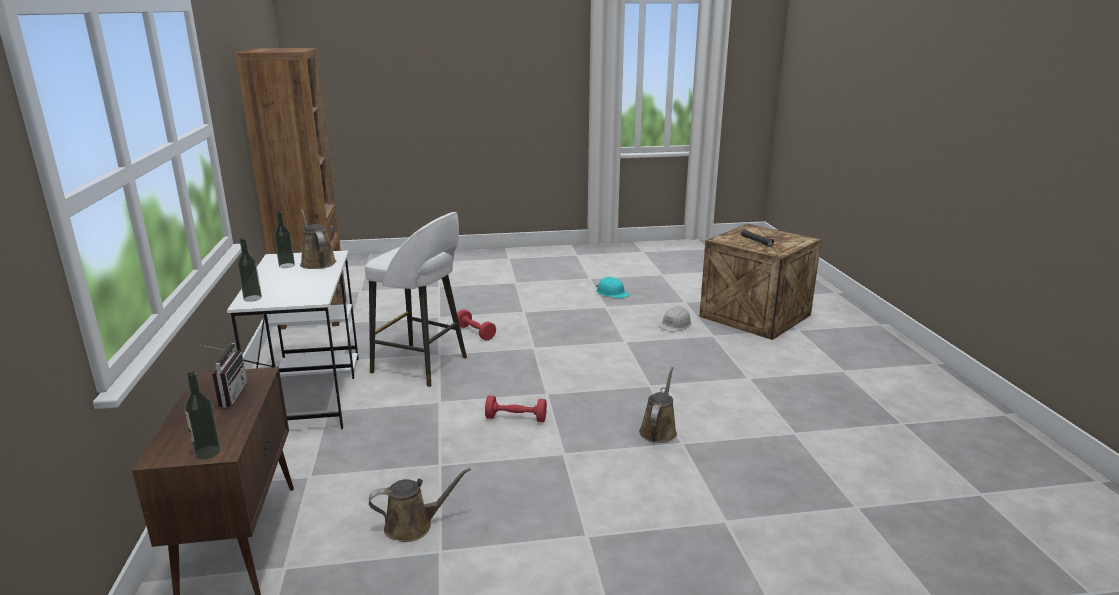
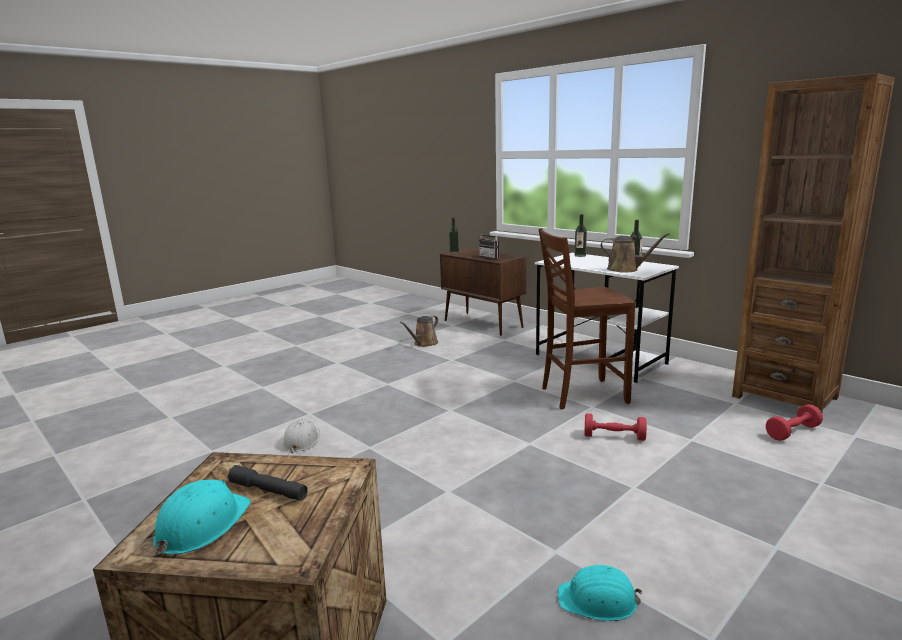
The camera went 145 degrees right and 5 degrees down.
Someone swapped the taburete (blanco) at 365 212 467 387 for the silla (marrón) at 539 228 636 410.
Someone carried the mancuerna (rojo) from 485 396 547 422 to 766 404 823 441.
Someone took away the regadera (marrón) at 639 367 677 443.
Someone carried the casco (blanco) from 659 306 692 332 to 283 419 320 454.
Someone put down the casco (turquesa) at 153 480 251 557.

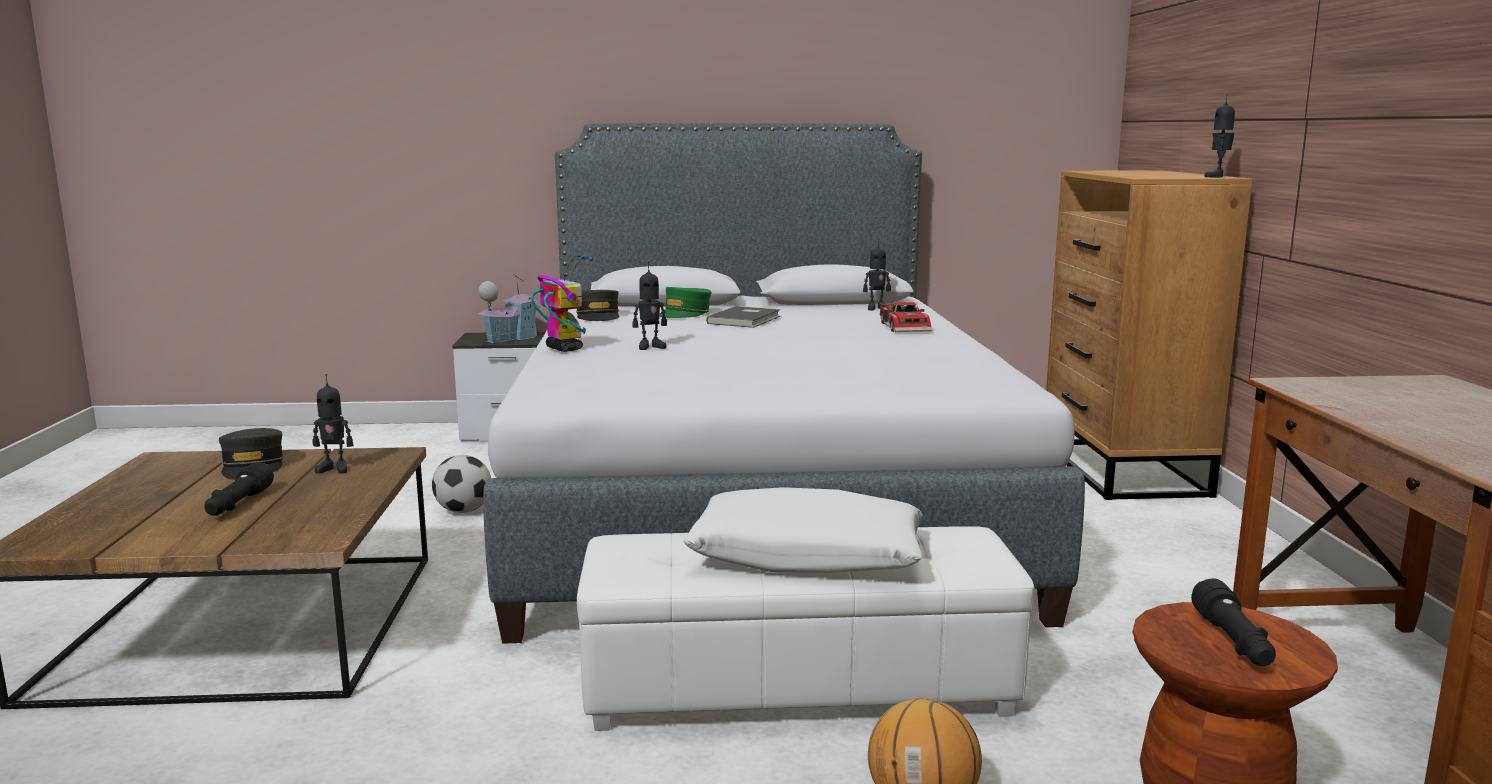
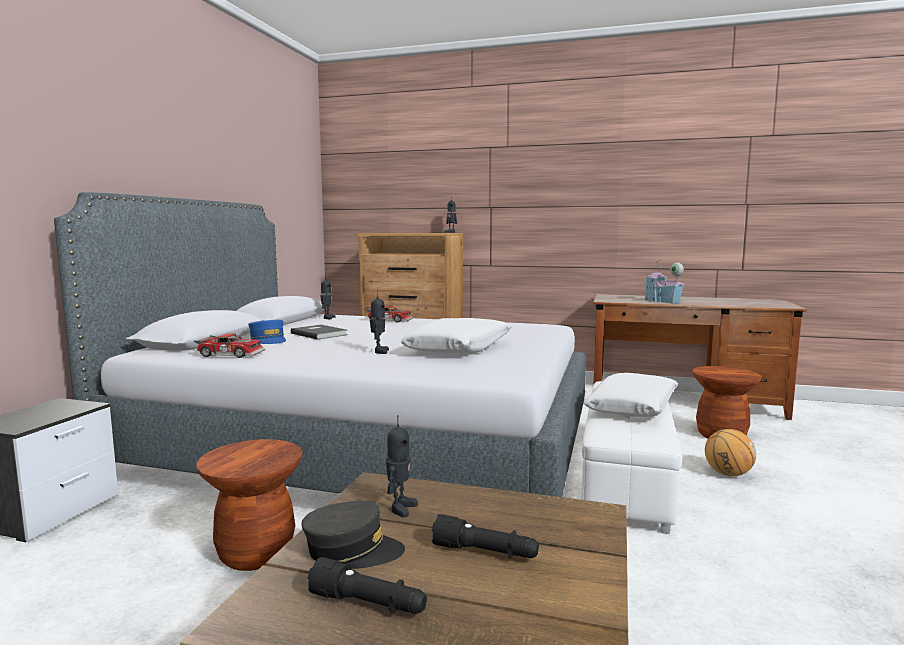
The camera went 70 degrees left and 5 degrees down.
Someone swapped the balón de fútbol at 432 455 491 513 for the taburete (marrón) at 196 439 303 571.
Someone carried the casita from 478 274 540 343 to 644 259 686 304.
Someone took away the robot de juguete at 531 255 593 352.
Someone swapped the gorra (gris) at 576 290 620 321 for the coche de juguete at 194 333 265 358.
Someone repainted the gorra (verde) at 659 287 711 318, which became the gorra (azul) at 248 320 286 344.
Someone carried the linterna (negro) from 1191 578 1276 666 to 308 557 427 614.
Someone put down the cojín (blanco) at 400 318 512 353.

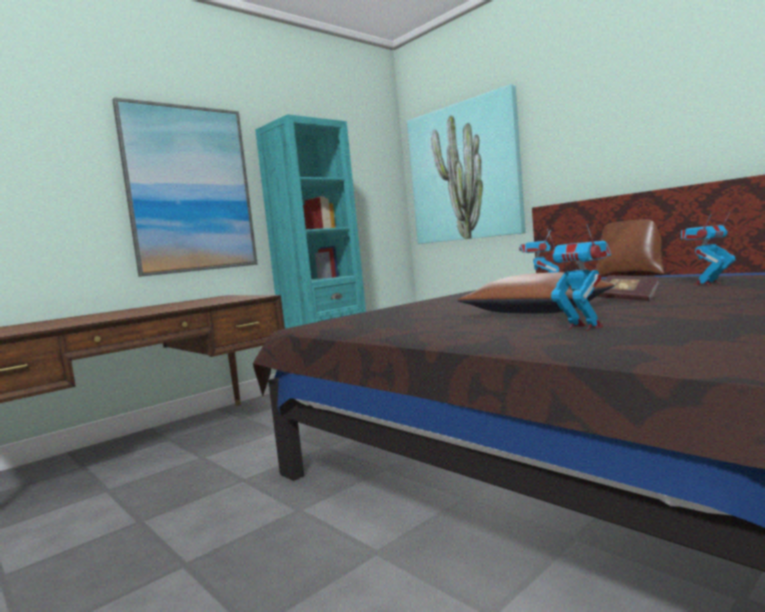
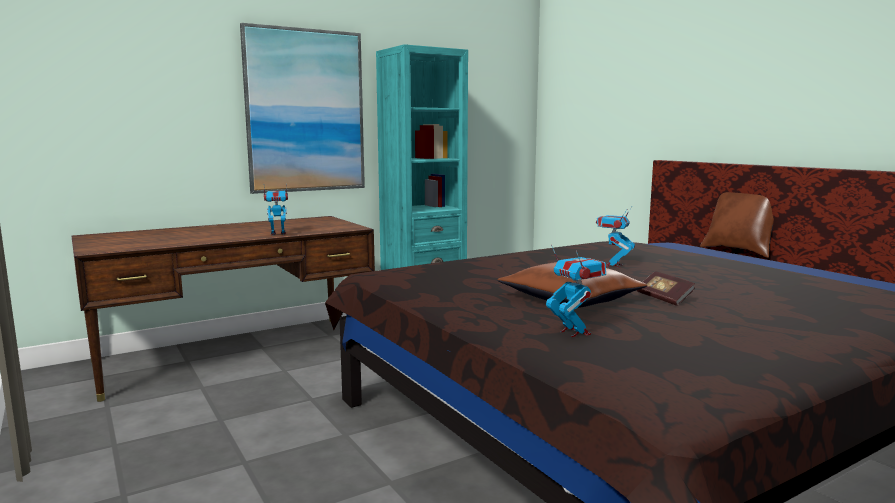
The camera went 10 degrees right and 5 degrees up.
Someone took away the cuadro at 407 84 526 244.
Someone carried the robot de juguete from 681 212 735 285 to 264 186 288 235.

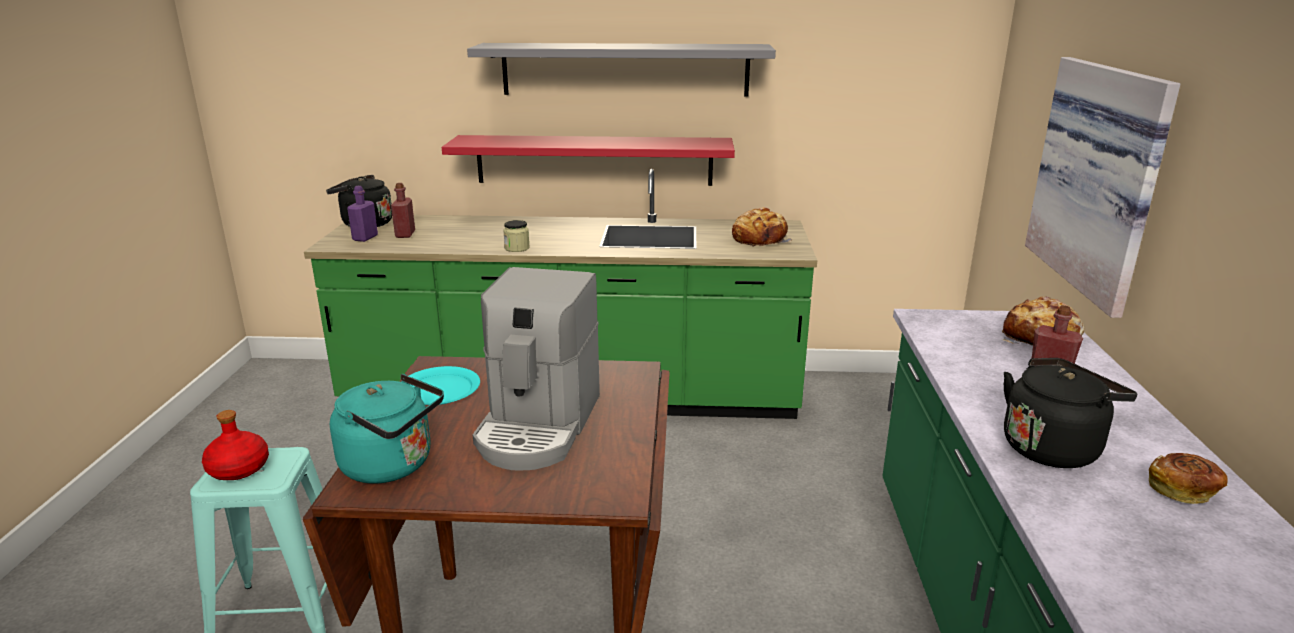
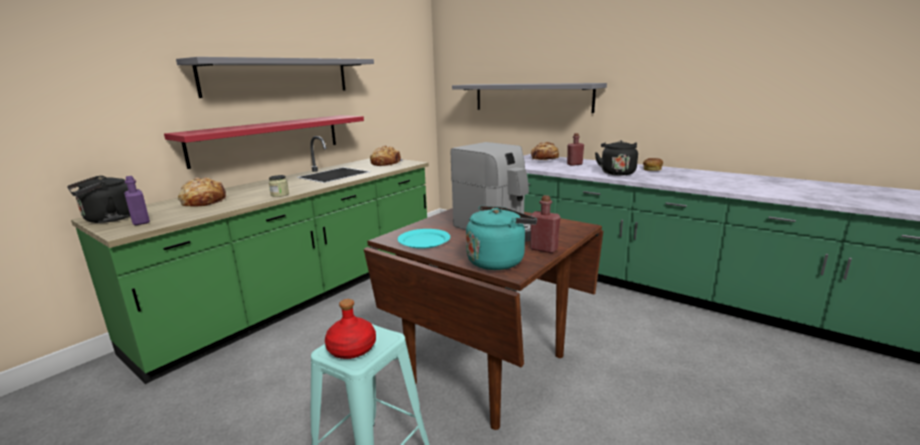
The camera went 55 degrees left and 5 degrees down.
Someone carried the botella (rojo) from 391 183 415 238 to 530 195 561 253.
Someone swapped the cuadro at 1025 57 1180 318 for the estante (gris) at 452 83 607 113.
Someone put down the pan at 178 177 227 207.

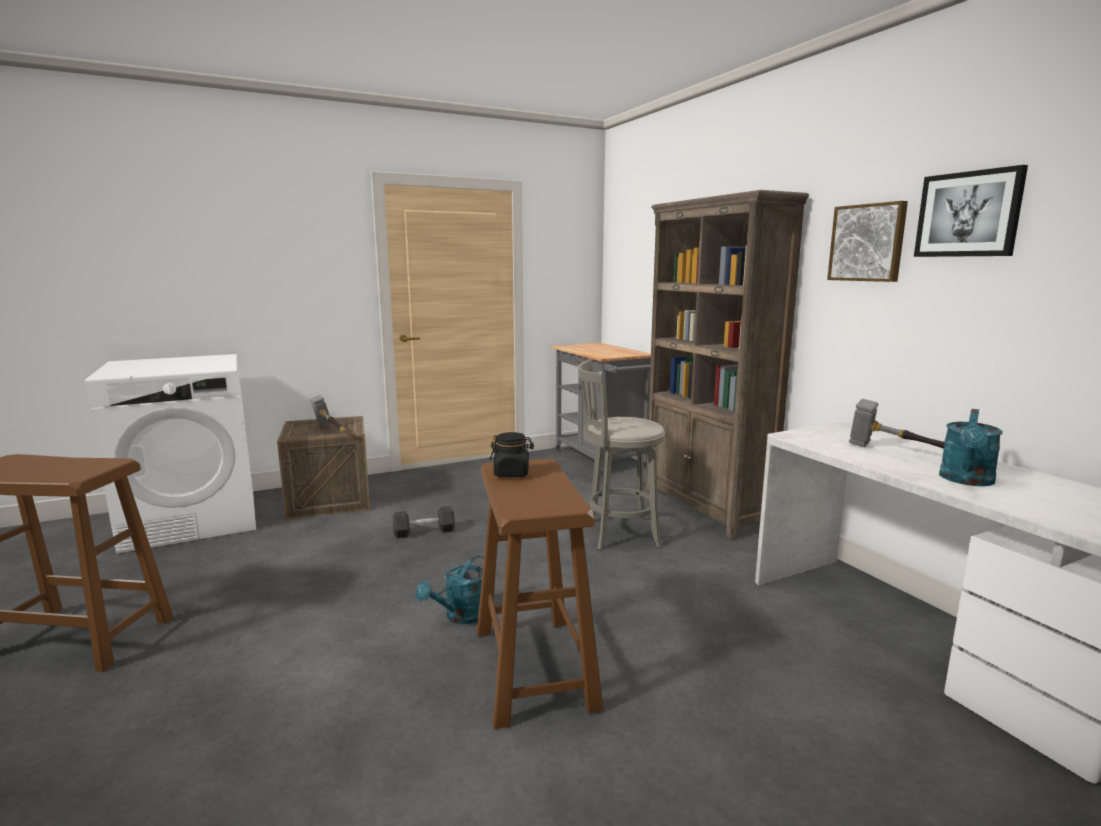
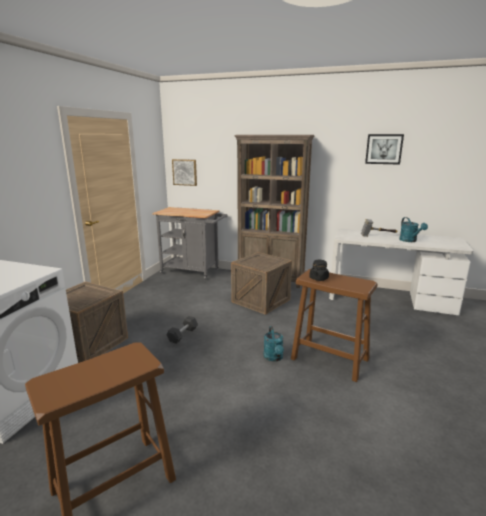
The camera went 45 degrees left and 5 degrees up.
Someone took away the martillo at 310 395 346 432.
Someone swapped the taburete (gris) at 578 359 665 550 for the caja de embalaje at 231 252 292 315.
Someone carried the cuadro from 827 201 908 282 to 172 159 197 186.

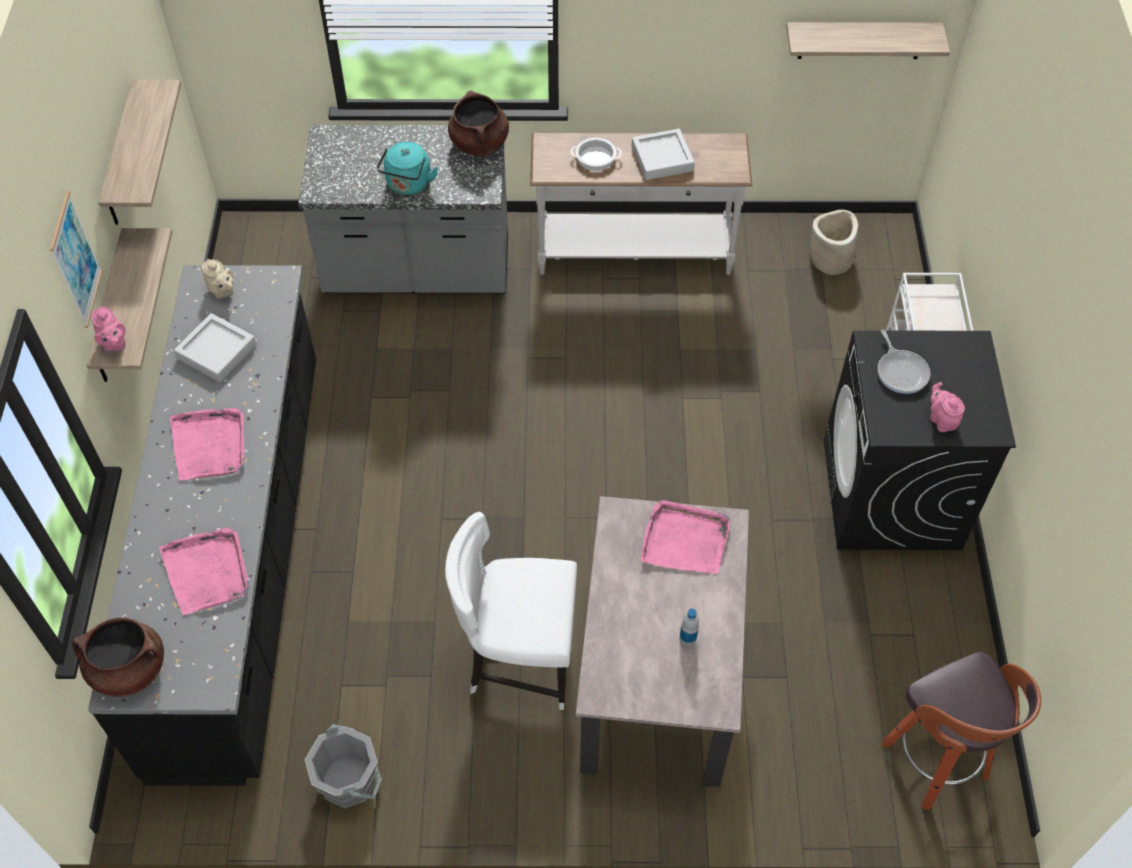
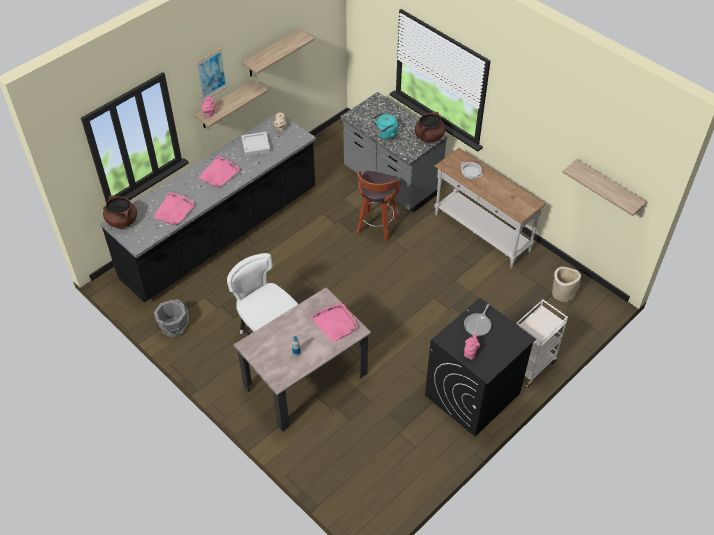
The camera went 45 degrees right and 5 degrees down.
Someone took away the bandeja (gris) at 632 129 695 180.
Someone carried the taburete from 882 652 1041 810 to 357 171 401 241.

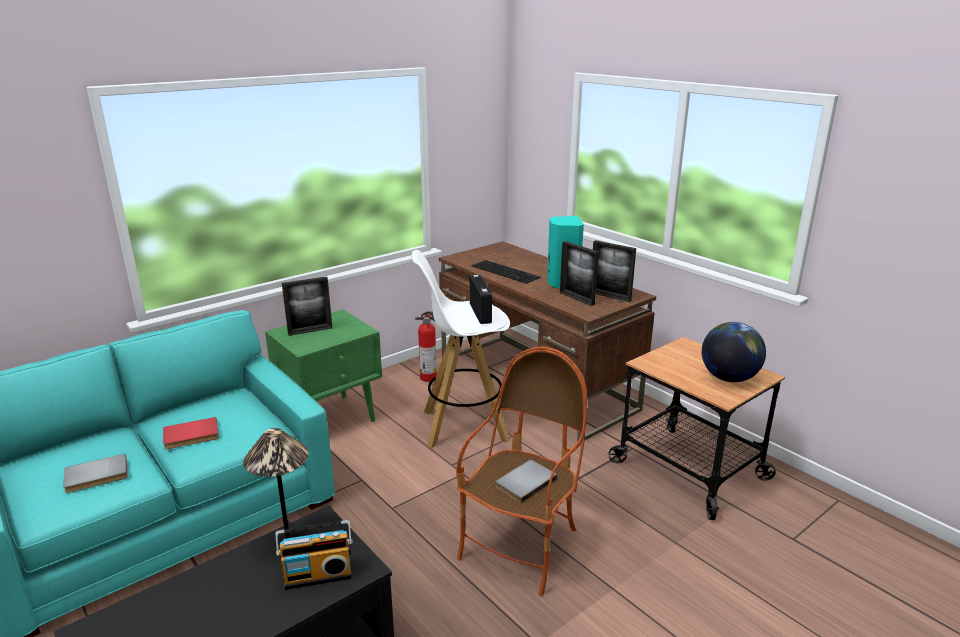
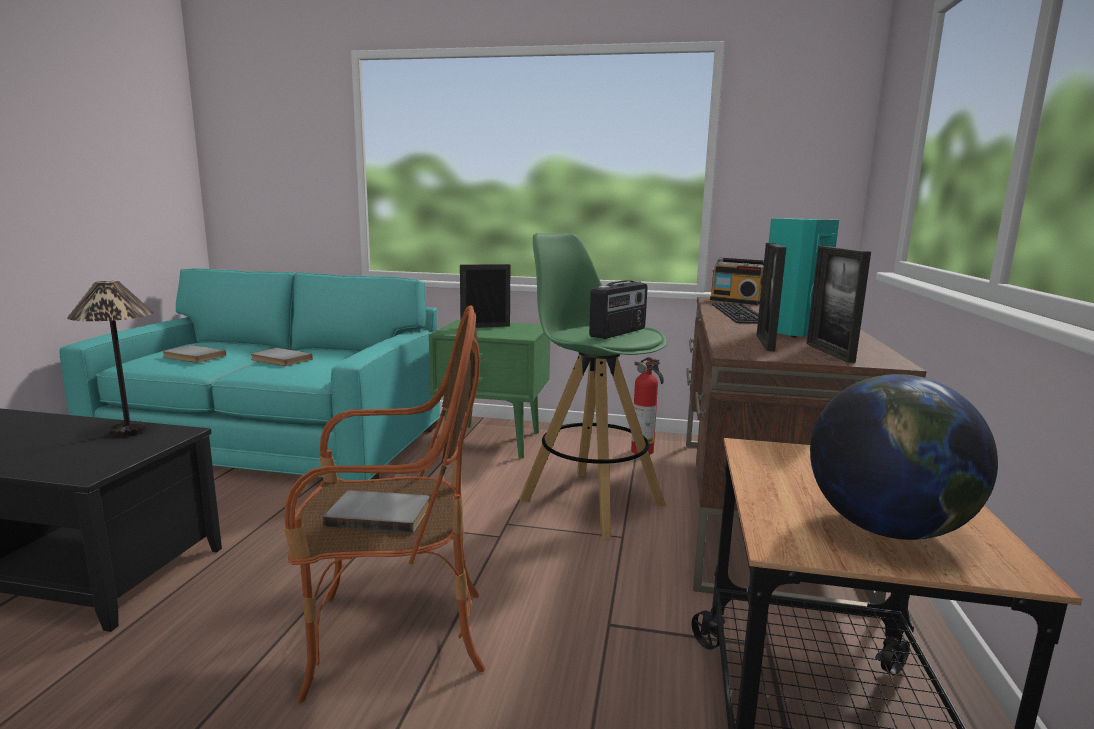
The camera went 50 degrees right and 10 degrees down.
Someone repainted the libro (rojo) at 163 417 219 449, which became the libro (gris) at 251 348 313 366.
Someone carried the radio from 275 520 353 590 to 710 258 764 305.
Someone rotated the portarretratos at 282 276 332 336 by 135 degrees clockwise.
Someone repainted the taburete (blanco) at 411 250 510 448, which became the taburete (verde) at 520 232 667 539.

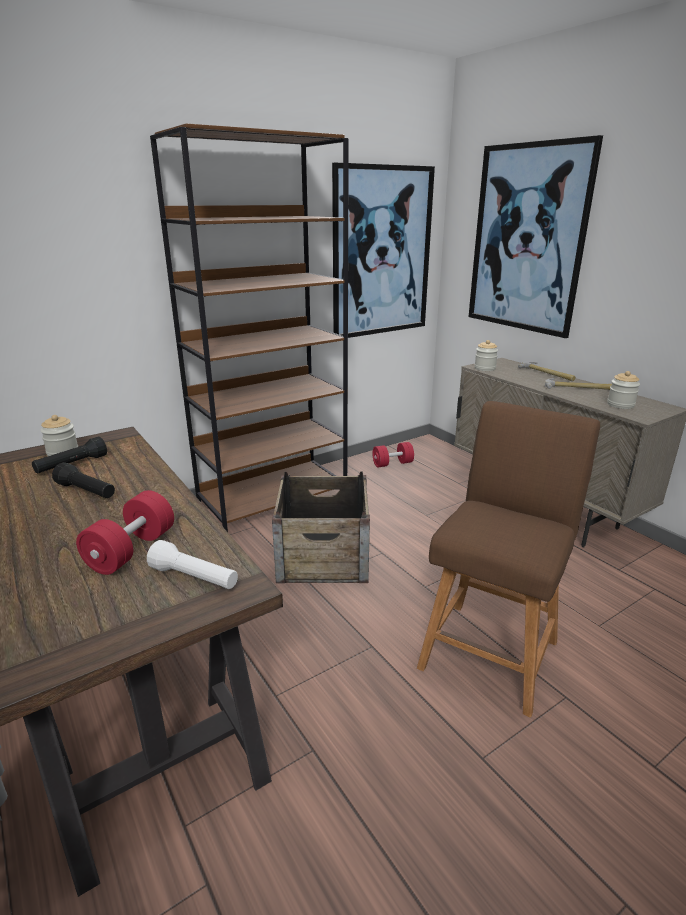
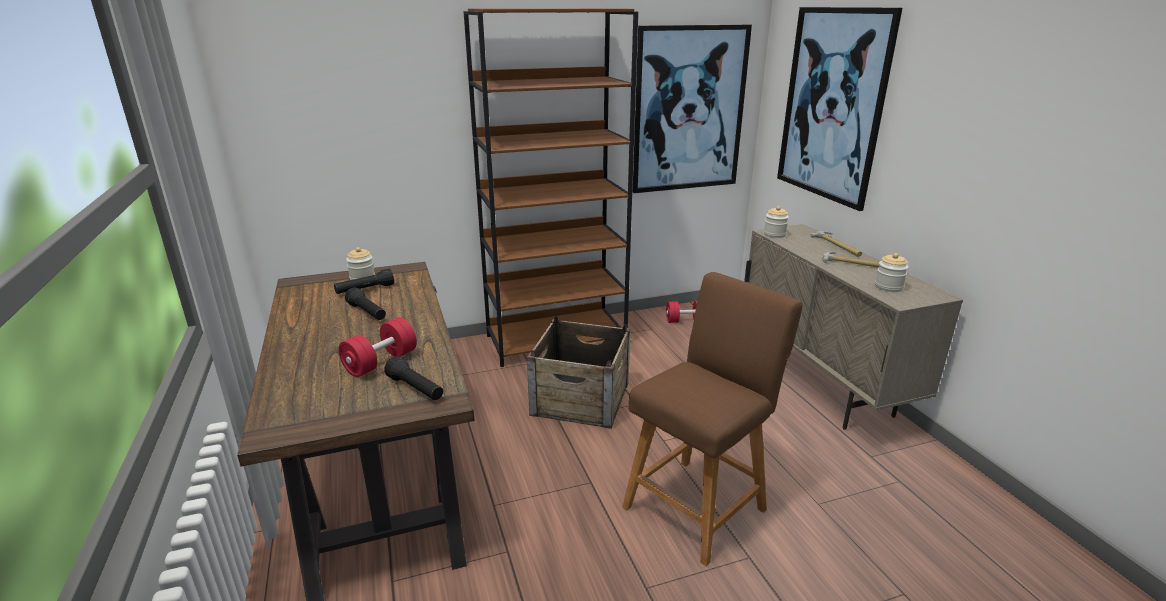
The camera went 15 degrees right and 0 degrees up.
Someone repainted the linterna (blanco) at 147 540 238 589, which became the linterna (negro) at 384 356 443 400.

